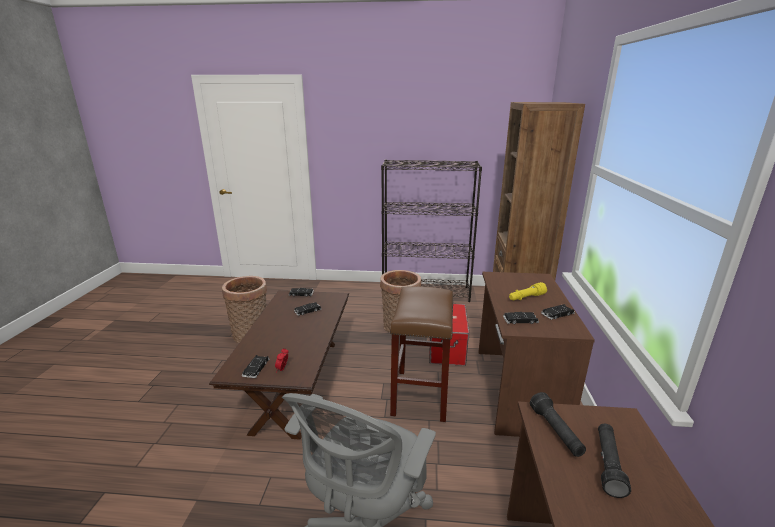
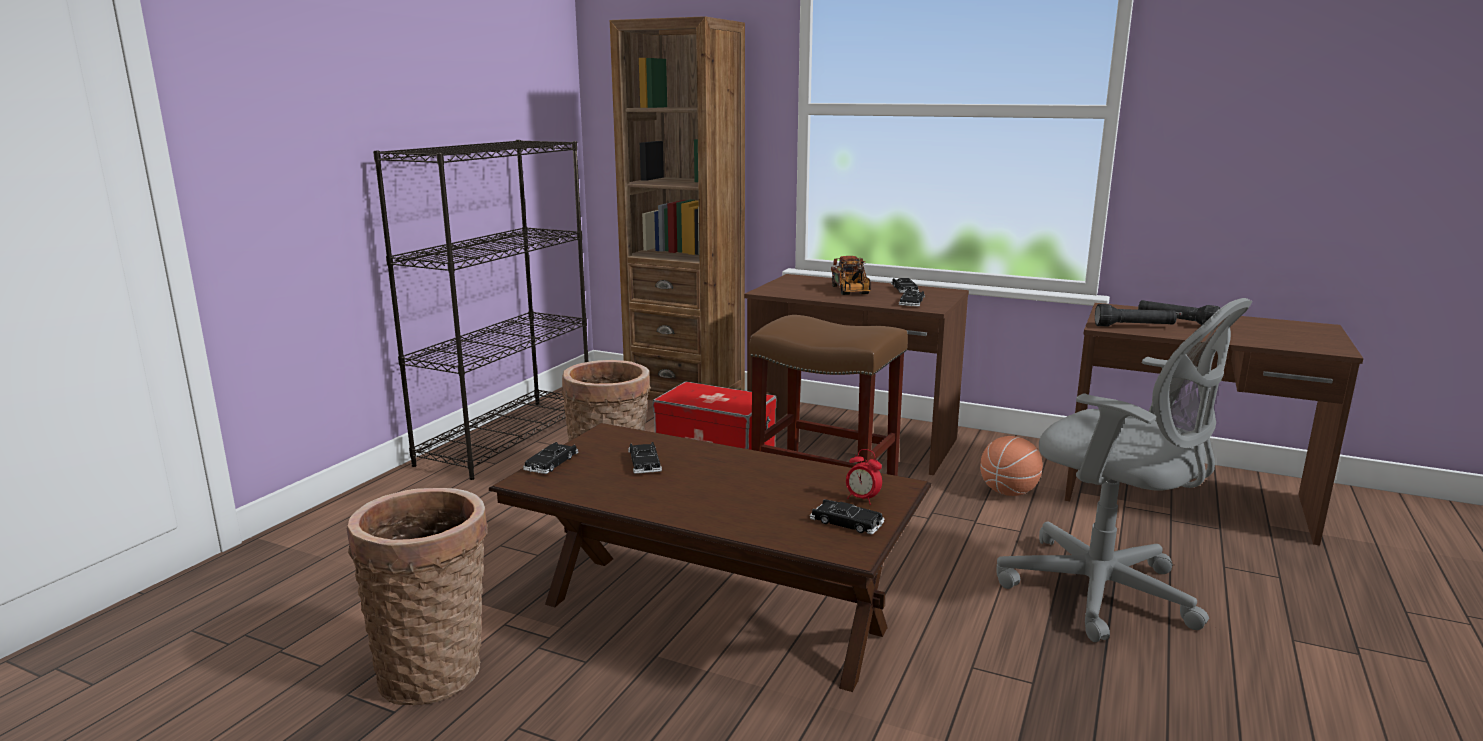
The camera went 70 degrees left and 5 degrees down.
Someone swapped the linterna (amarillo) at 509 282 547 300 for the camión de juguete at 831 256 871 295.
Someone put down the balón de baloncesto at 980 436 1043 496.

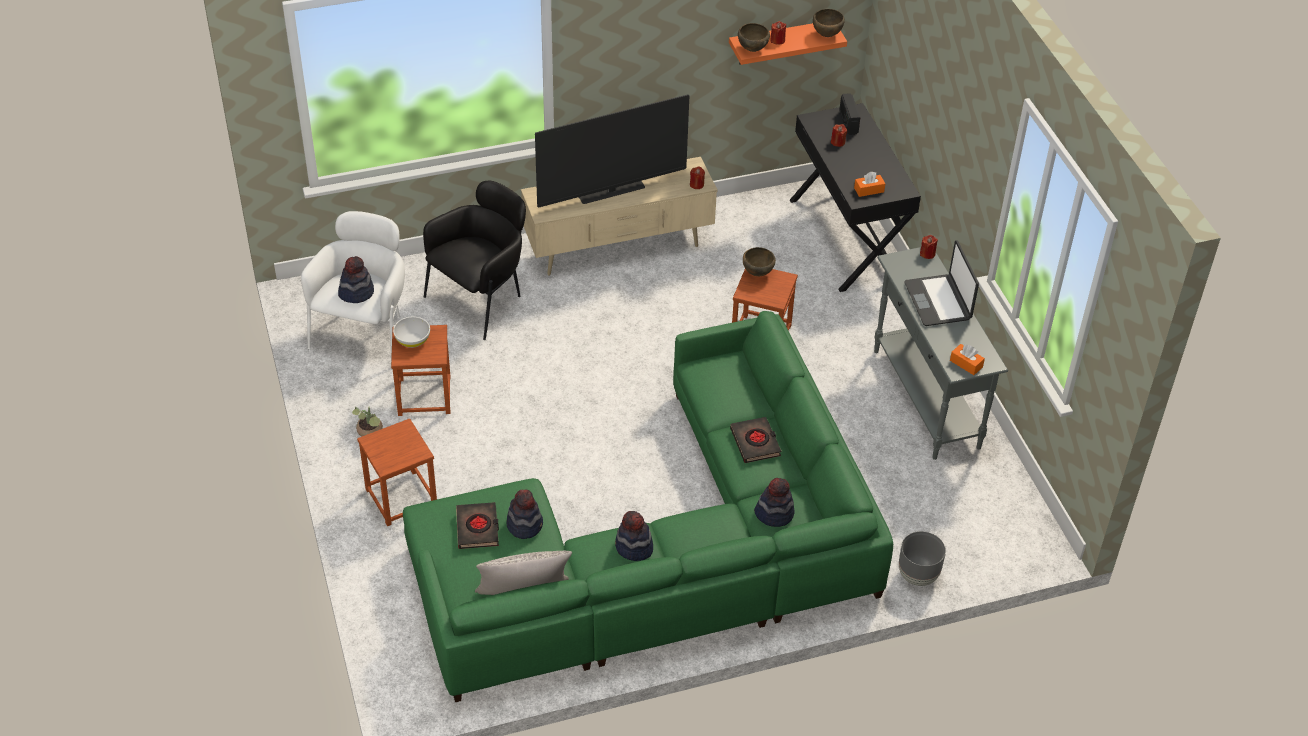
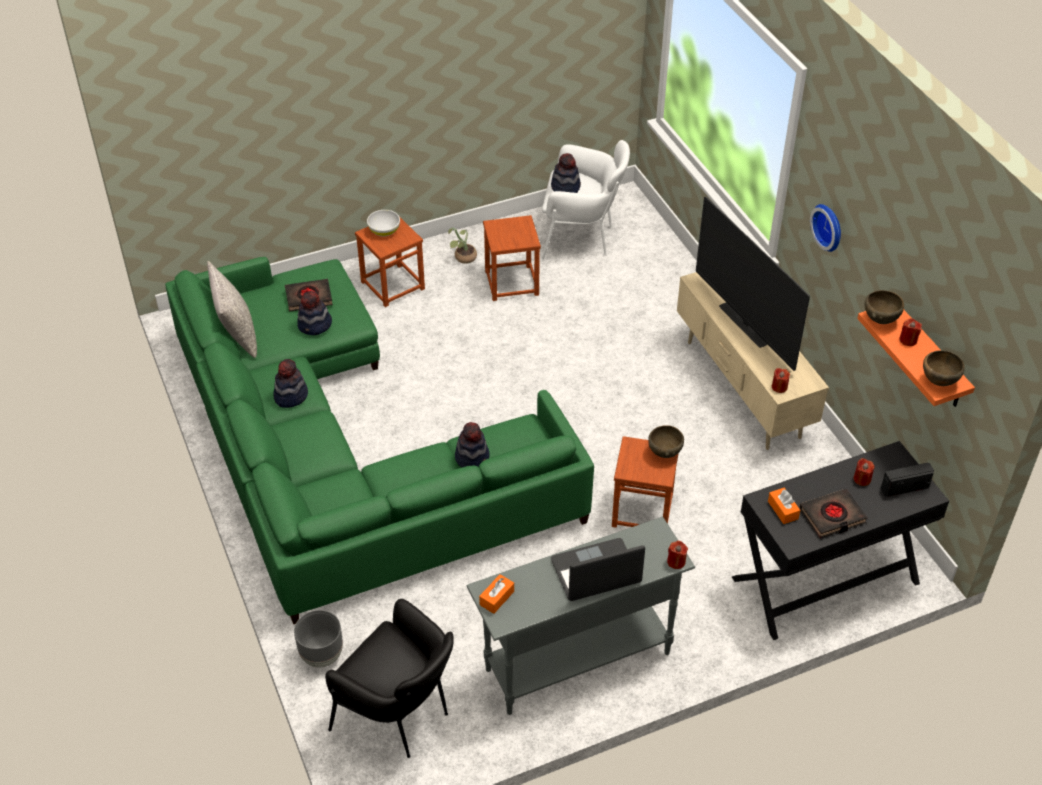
The camera went 85 degrees right and 0 degrees up.
Someone carried the cuenco (blanco) from 393 317 430 348 to 367 210 400 237.
Someone carried the sillón (negro) from 423 181 526 340 to 325 599 454 758.
Someone carried the libro (negro) from 730 417 781 463 to 799 489 867 538.
Someone carried the sombrero from 754 478 795 527 to 455 422 490 467.
Someone put up the reloj de pared at 810 204 841 252.

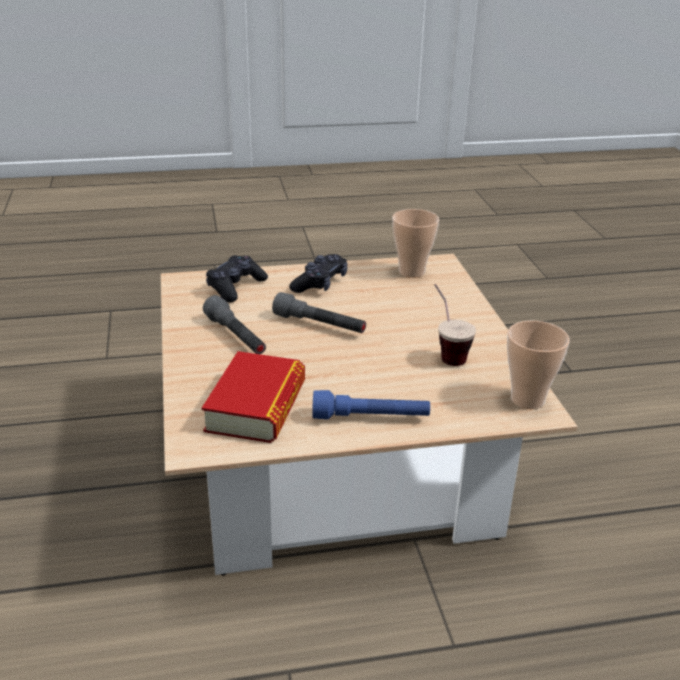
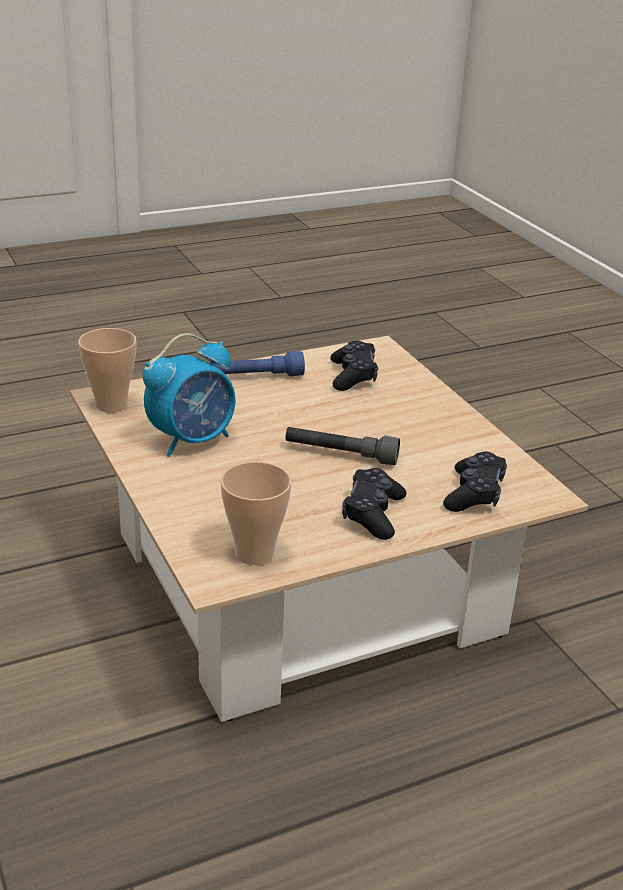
The camera went 165 degrees right and 0 degrees up.
Someone swapped the libro at 202 351 305 443 for the mando de consola (negro) at 330 341 378 391.
Someone took away the linterna (gris) at 203 295 266 354.
Someone swapped the taza at 434 284 476 366 for the despertador at 143 333 235 457.

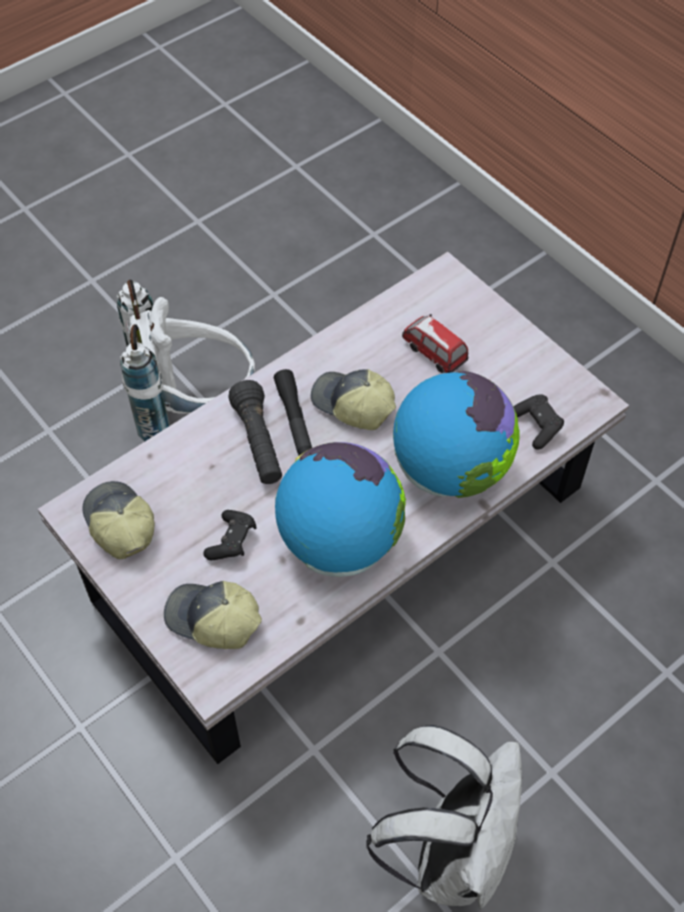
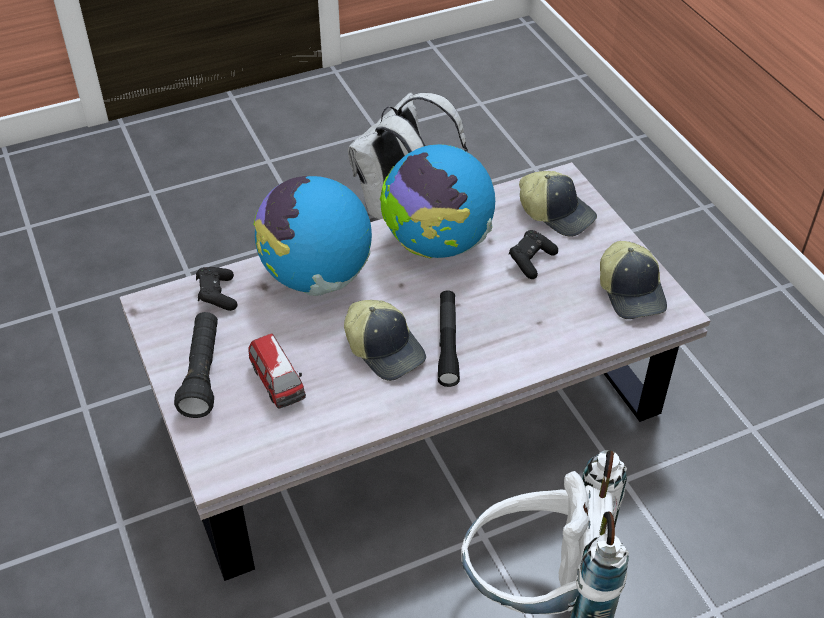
The camera went 165 degrees left and 10 degrees down.
Someone carried the linterna (negro) from 228 380 282 484 to 174 312 218 418.

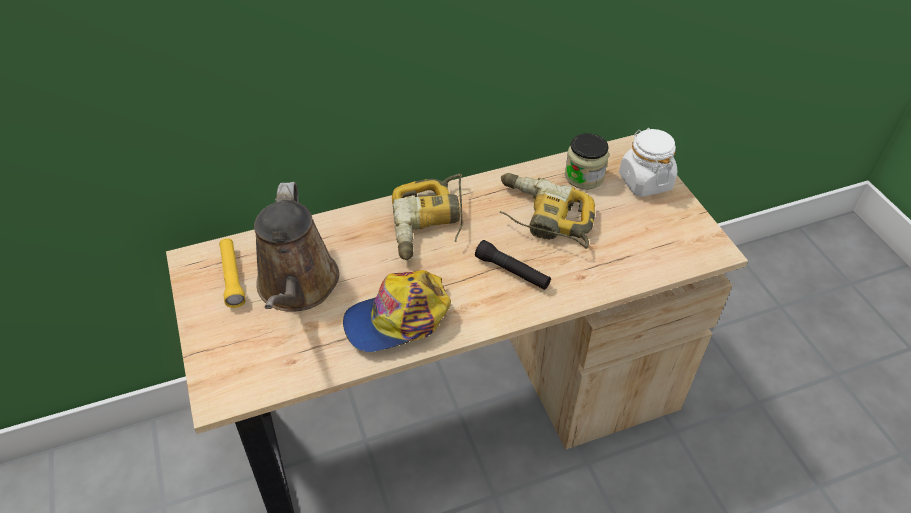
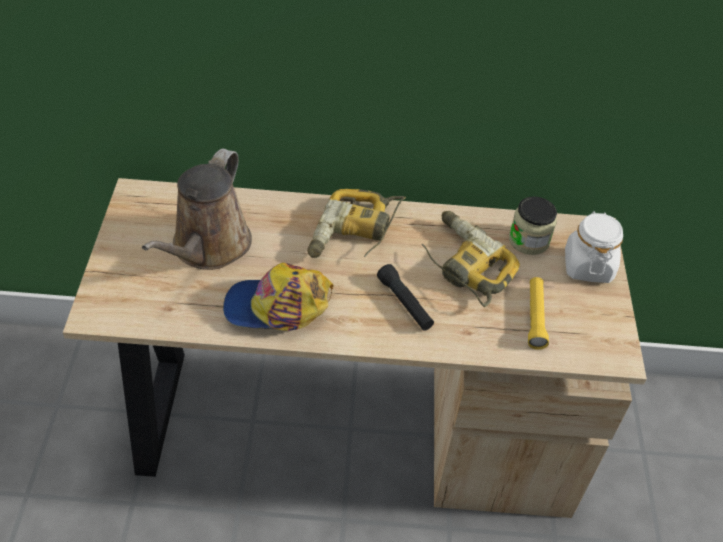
The camera went 20 degrees right and 0 degrees up.
Someone carried the linterna (amarillo) from 219 238 245 308 to 528 277 549 350.

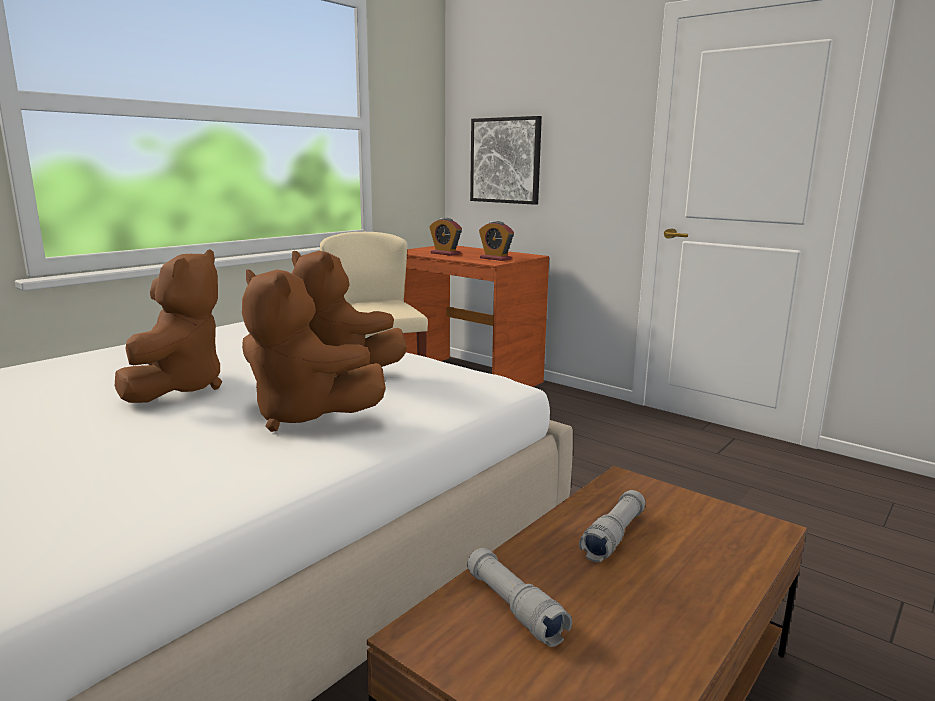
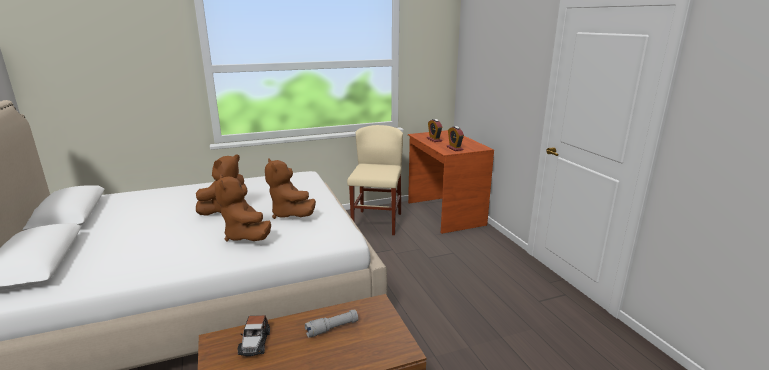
The camera went 30 degrees right and 5 degrees up.
Someone swapped the linterna (gris) at 467 548 572 647 for the coche de juguete at 237 315 270 356.
Someone took away the cuadro at 470 116 542 205.

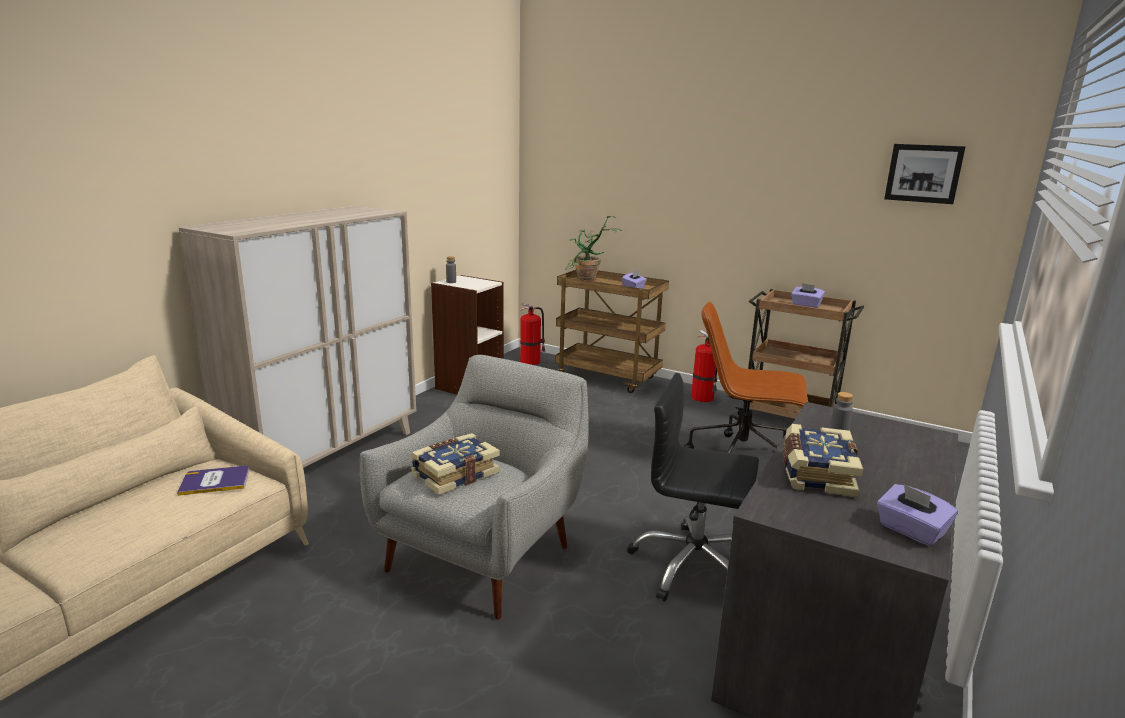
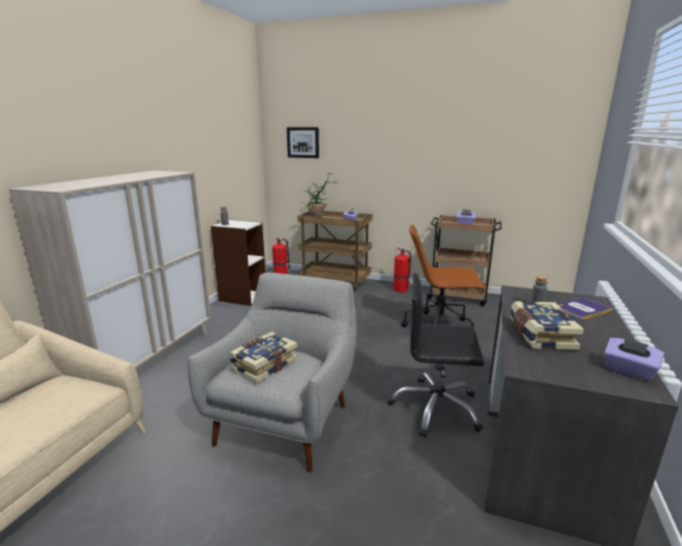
The camera went 10 degrees left and 0 degrees up.
Someone carried the libro from 177 466 250 496 to 557 298 612 320.
Someone carried the cuadro from 884 144 966 204 to 287 127 319 158.

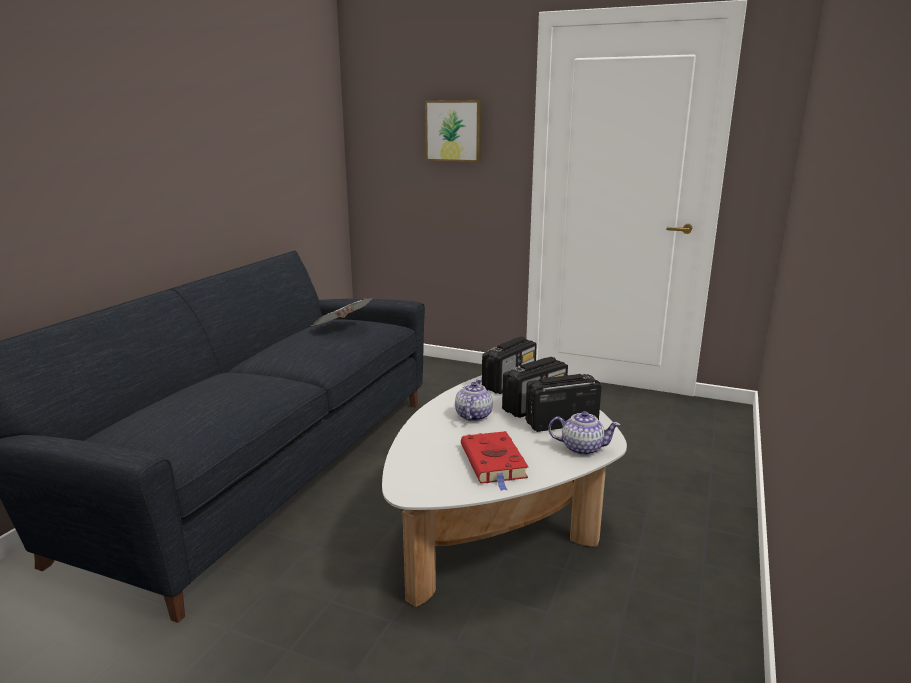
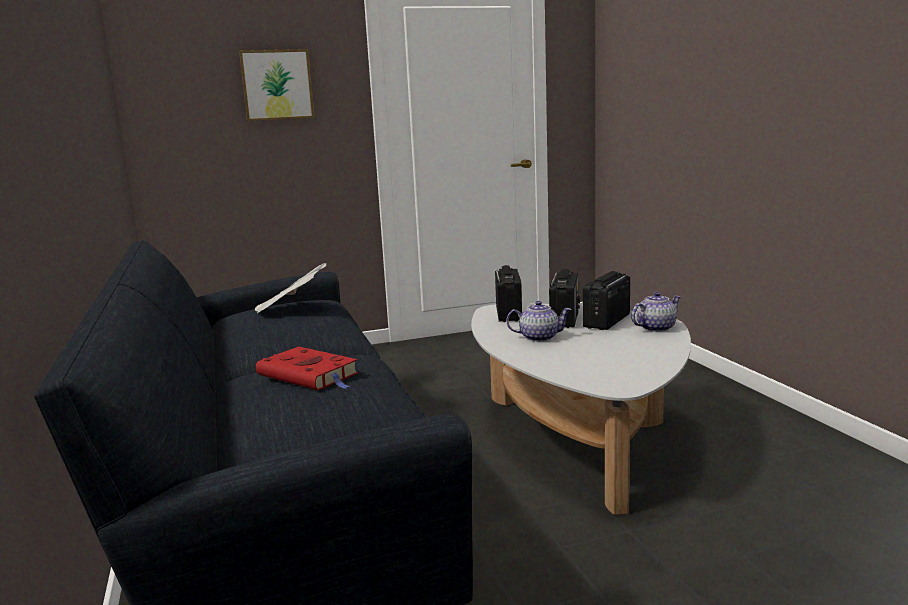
The camera went 40 degrees left and 5 degrees down.
Someone rotated the tetera at 455 379 493 422 by 120 degrees clockwise.
Someone carried the libro (rojo) from 461 431 529 491 to 256 346 358 390.

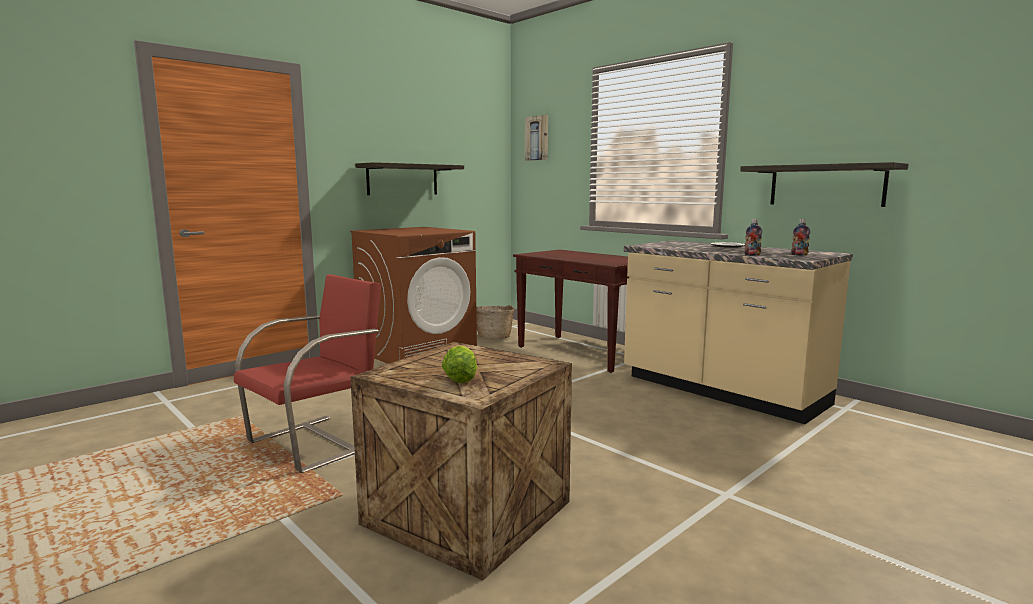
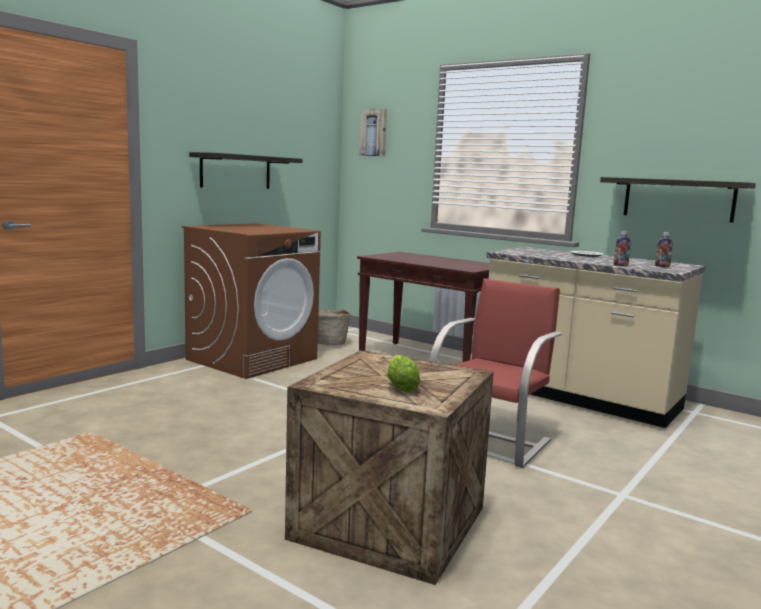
The camera went 10 degrees left and 0 degrees up.
Someone carried the silla (rojo) from 234 274 381 473 to 429 278 562 468.

